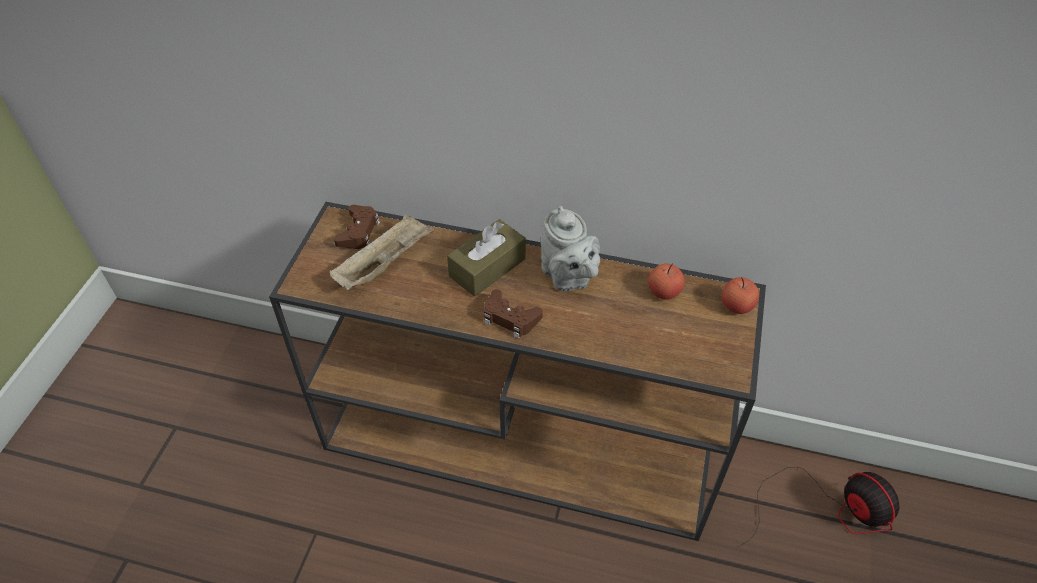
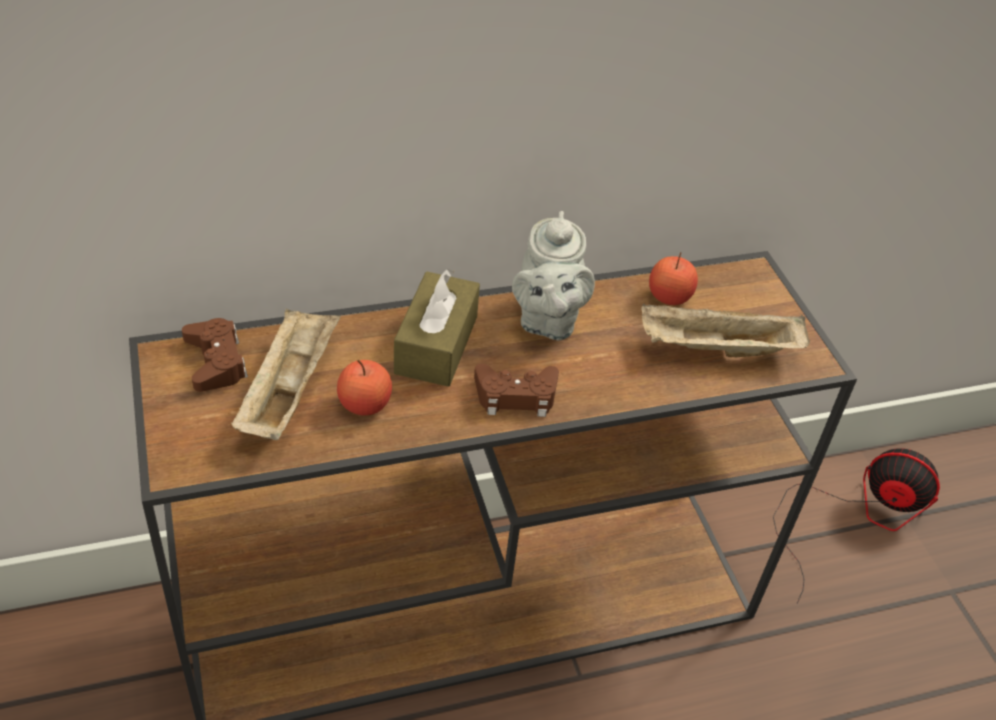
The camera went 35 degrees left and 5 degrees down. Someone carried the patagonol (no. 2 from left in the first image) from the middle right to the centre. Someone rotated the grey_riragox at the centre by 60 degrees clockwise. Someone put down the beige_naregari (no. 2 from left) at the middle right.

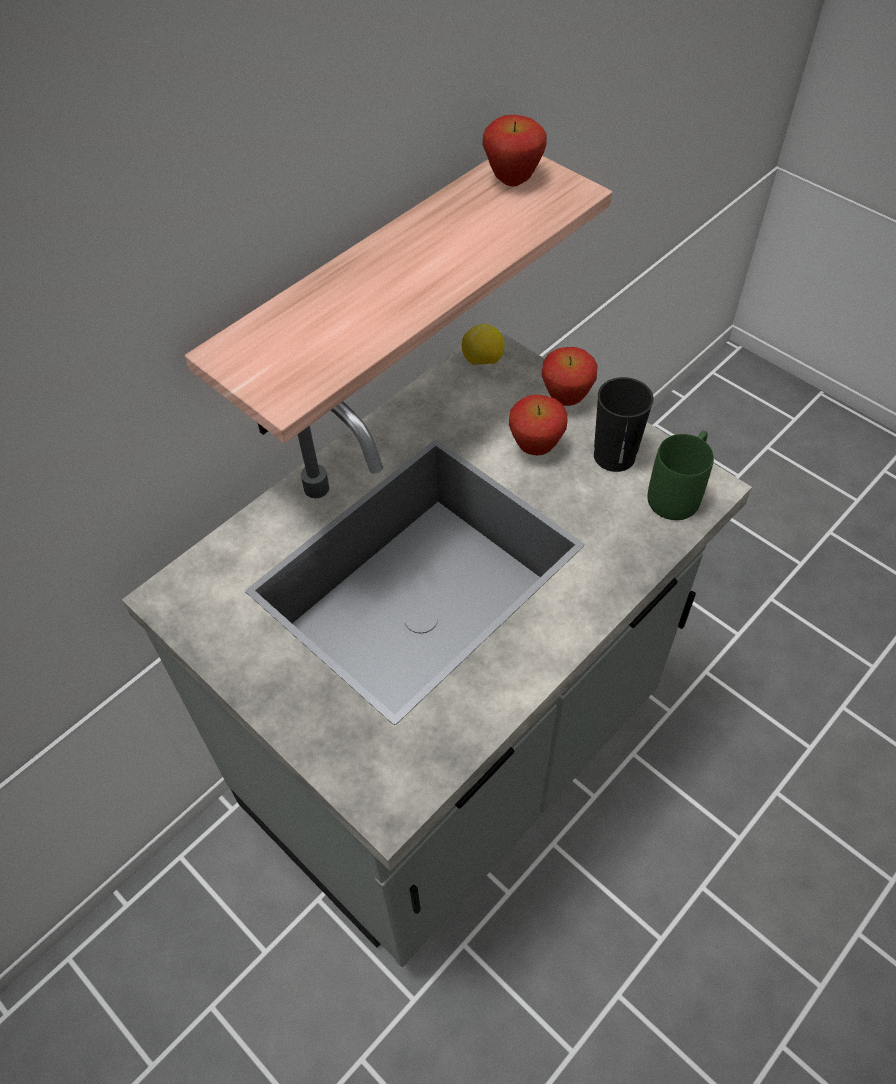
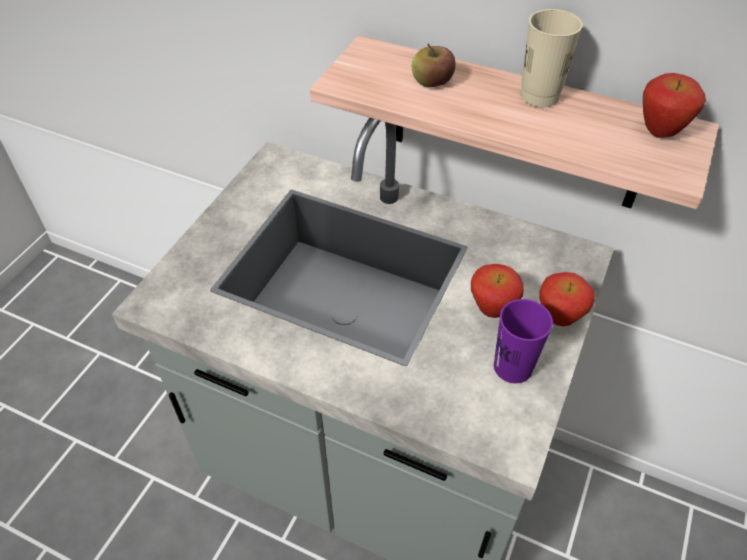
The camera went 70 degrees right and 5 degrees down. Someone put down the patagonol (no. 1 from left) at the top centre. Someone repainted the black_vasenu at the middle right, which became the purple_vasenu at the middle right. Someone put down the beige_vasenu at the top right. Someone took away the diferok at the top centre. Someone took away the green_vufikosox at the middle right.

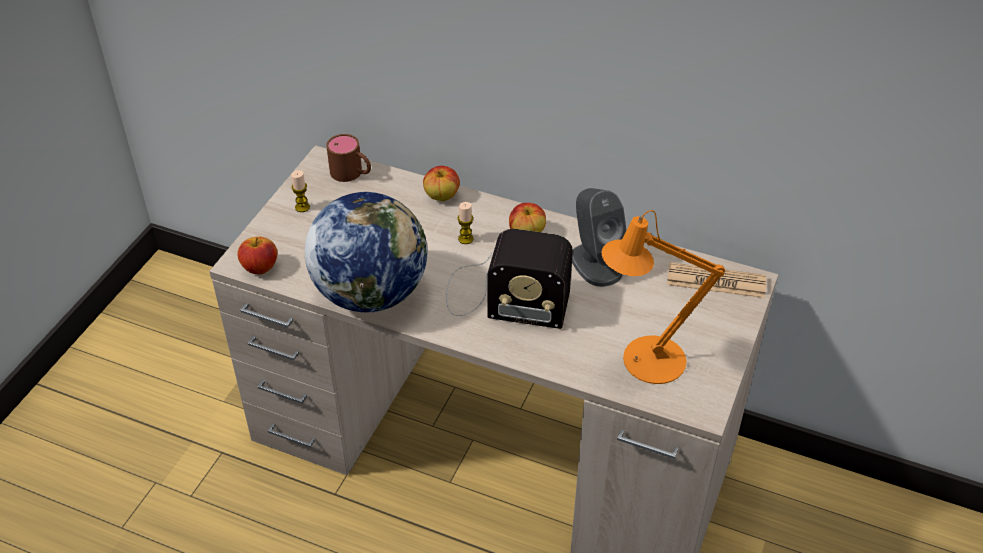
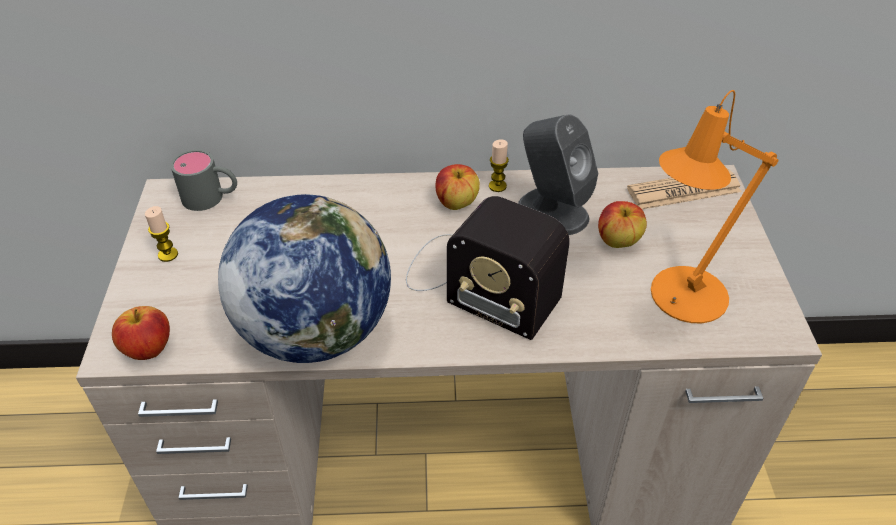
The camera went 25 degrees left and 0 degrees up. Someone repainted the brown_vufikosox at the top centre, which became the grey_vufikosox at the middle left. Someone rotated the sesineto at the centre by 45 degrees clockwise. Someone carried the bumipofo (no. 2 from left) from the centre to the top centre. Someone carried the patagonol (no. 2 from left in the first image) from the top centre to the middle right.

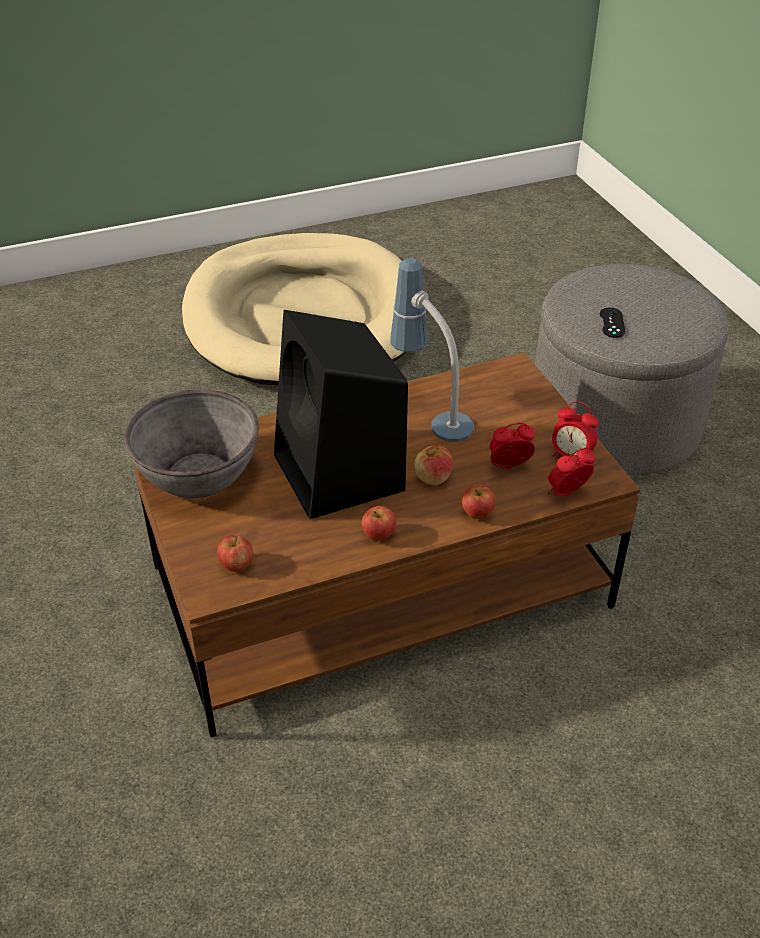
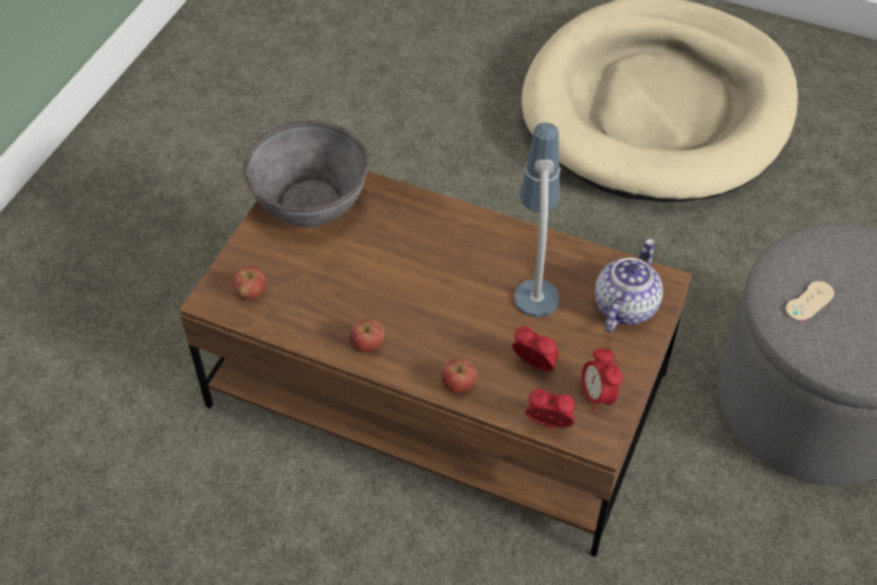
The camera went 45 degrees right and 10 degrees up. Someone put down the riragox at the middle right. Someone repainted the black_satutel at the middle right, which became the beige_satutel at the middle right. Someone took away the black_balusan at the centre. Someone took away the patagonol (no. 3 from left) at the centre.

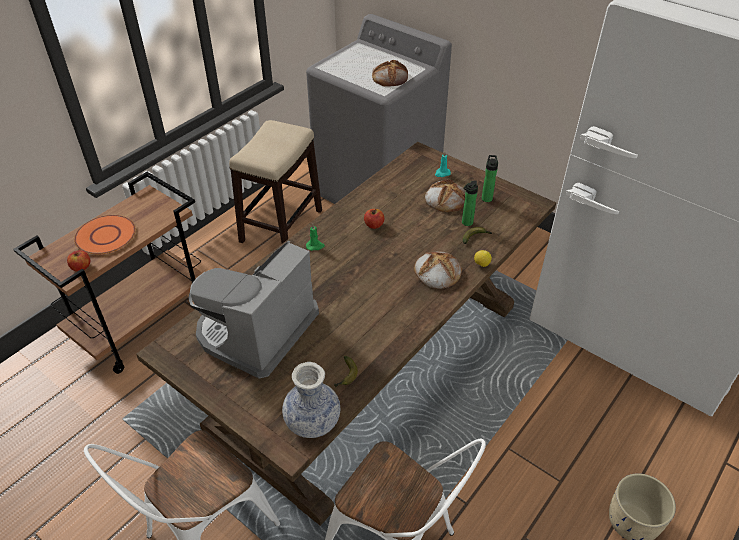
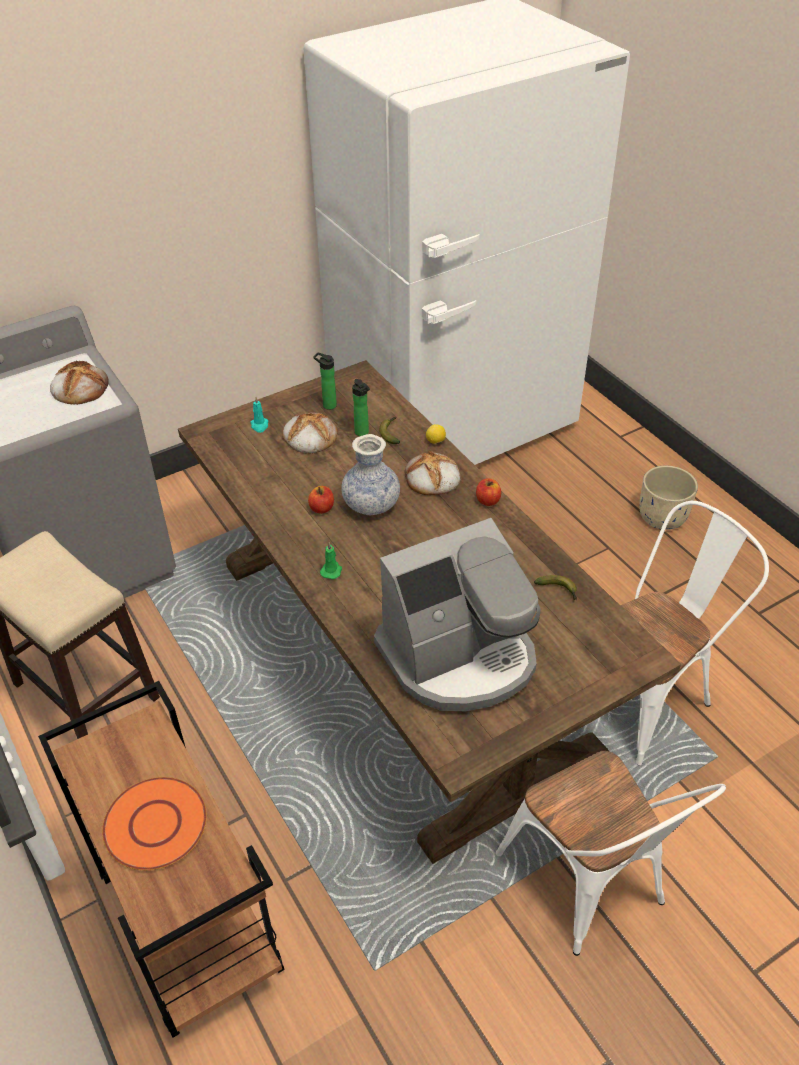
The camera went 70 degrees left and 0 degrees up. Someone carried the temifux from the bottom centre to the centre. Someone rotated the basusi at the centre by 75 degrees counterclockwise. Someone carried the patagonol (no. 1 from left in the first image) from the middle left to the centre.

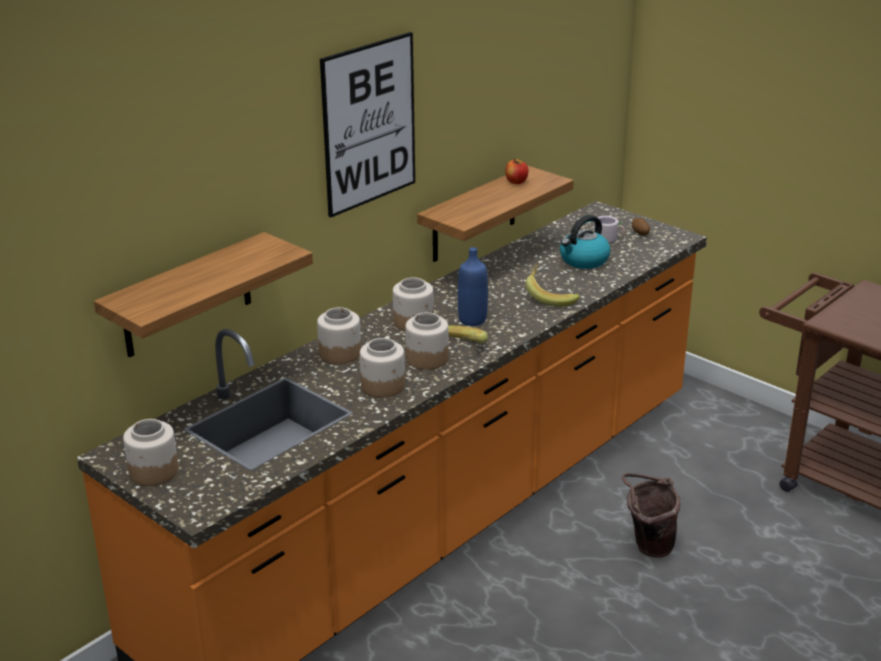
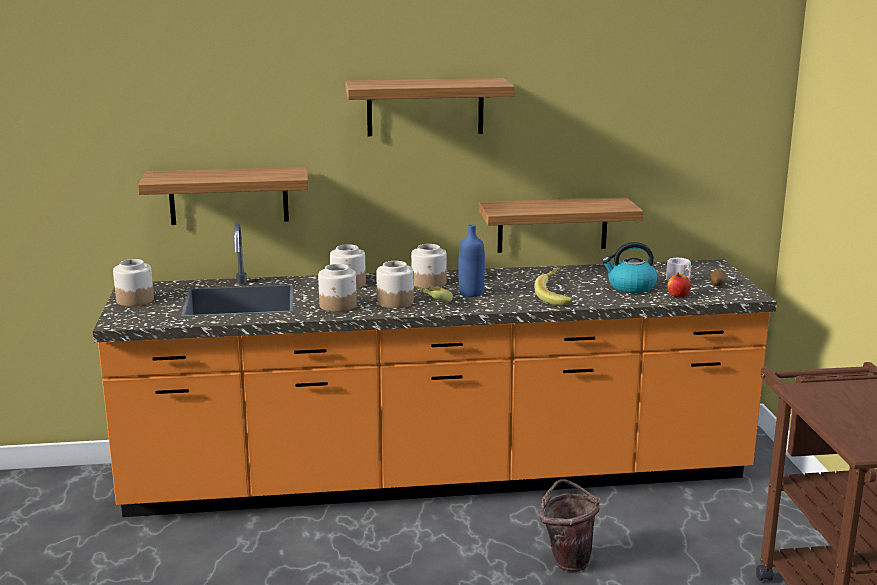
The camera went 40 degrees right and 10 degrees down. Someone swapped the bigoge at the top centre for the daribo (no. 2 from left) at the top centre. Someone carried the patagonol from the top centre to the middle right.

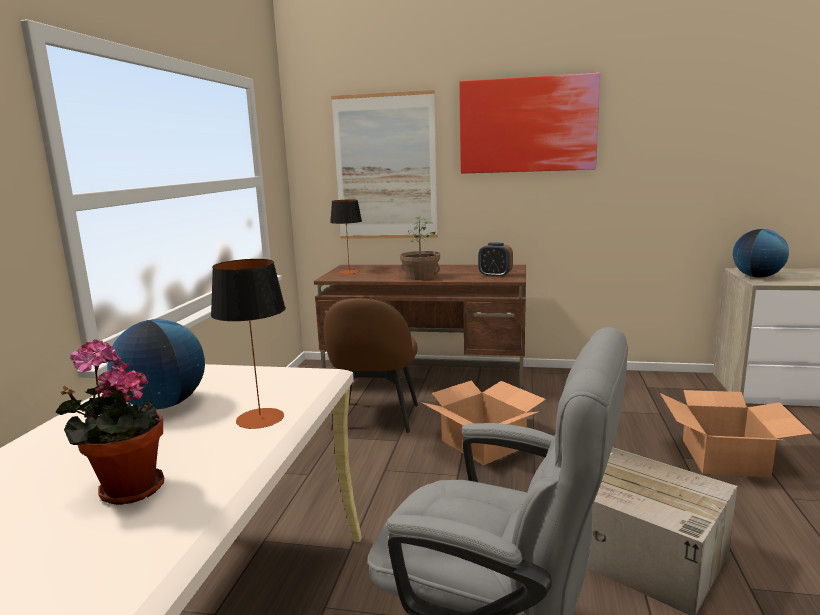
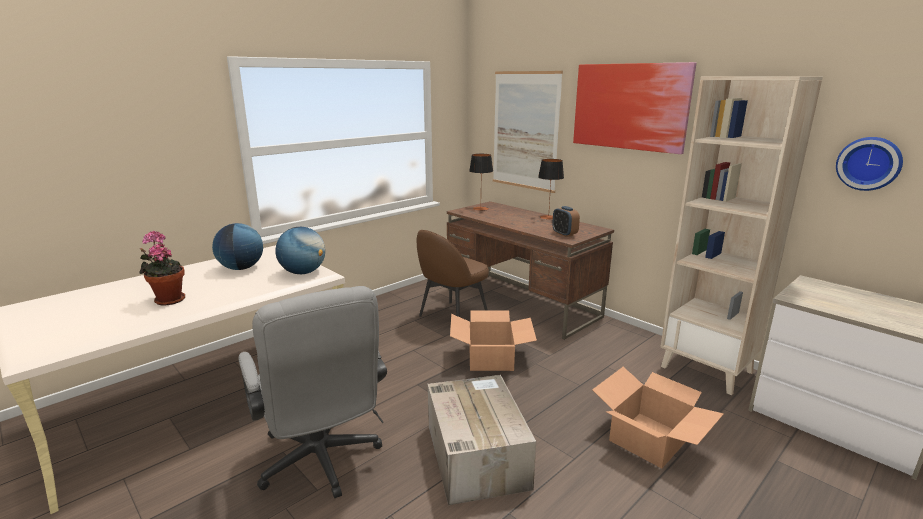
The camera went 35 degrees right and 5 degrees up. Someone carried the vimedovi (no. 2 from left) from the middle right to the middle left. Someone carried the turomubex (no. 1 from left in the first image) from the middle left to the centre. Someone put down the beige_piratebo at the middle right. Someone put up the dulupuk at the top right. Someone took away the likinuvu (no. 2 from left) at the centre.

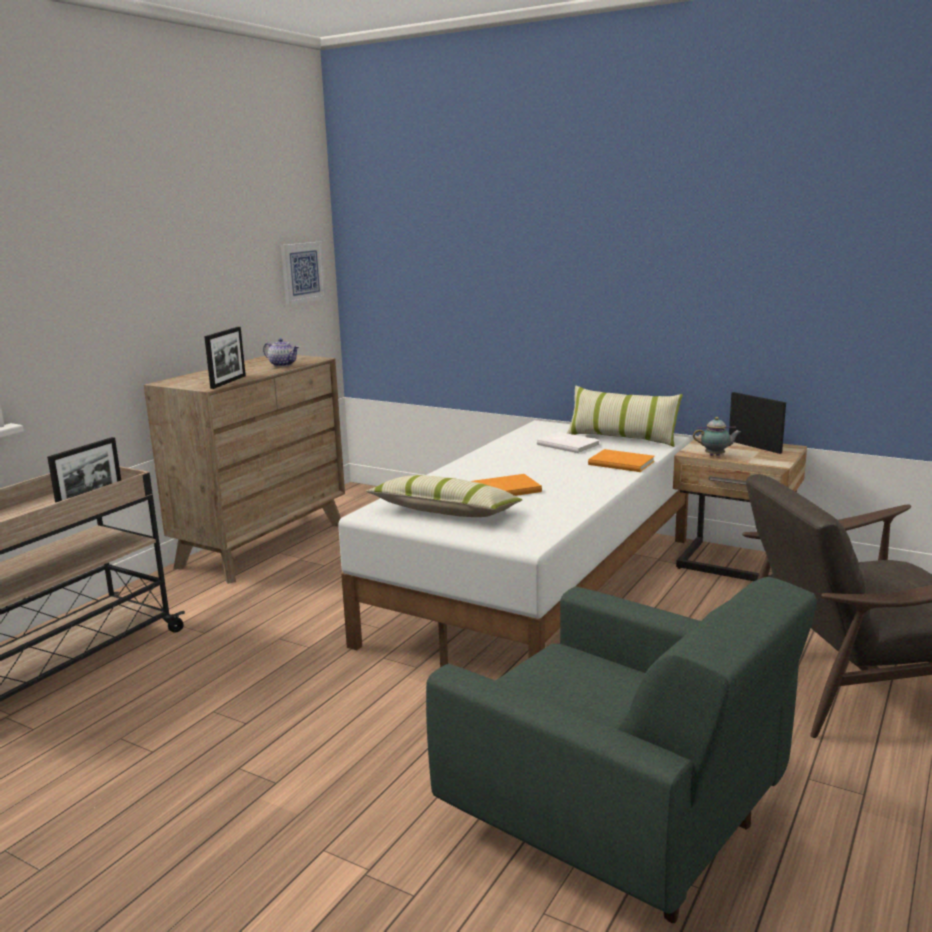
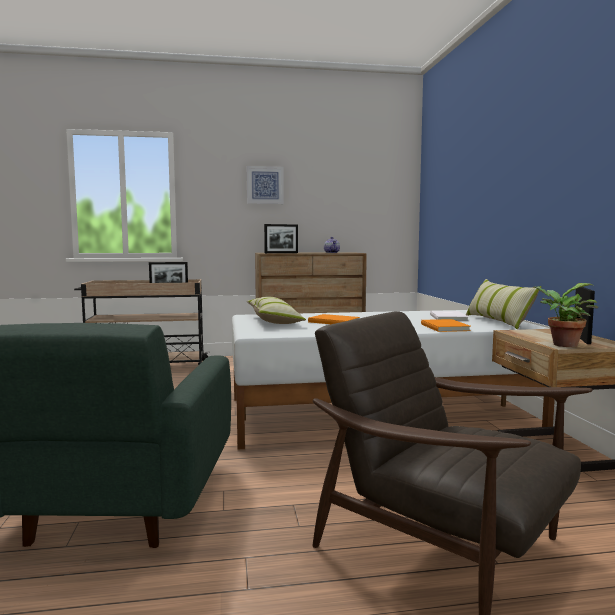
The camera went 50 degrees right and 10 degrees down. Someone carried the bigoge from the top left to the top centre. Someone put down the likinuvu at the middle right. Someone took away the riragox (no. 2 from left) at the middle right.

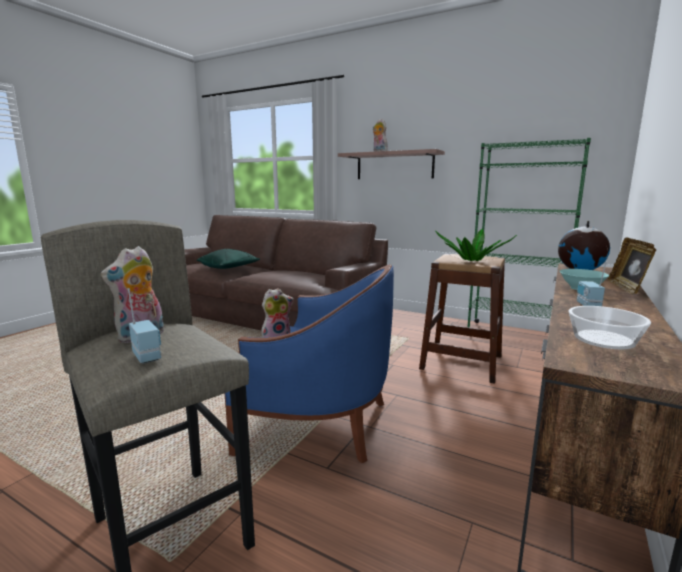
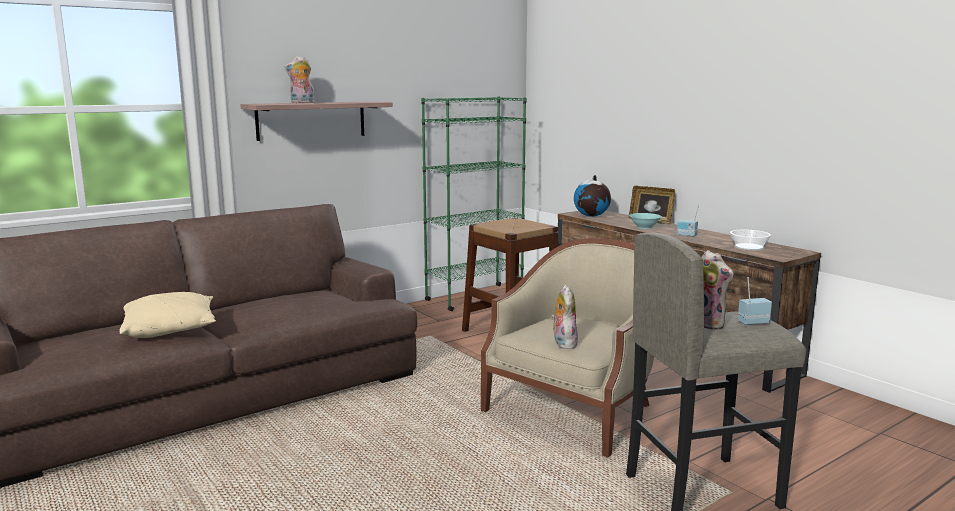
The camera went 65 degrees left and 0 degrees up. Someone repainted the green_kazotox at the centre, which became the beige_kazotox at the middle left. Someone repainted the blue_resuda at the centre, which became the beige_resuda at the bottom centre. Someone took away the likinuvu at the middle right.

